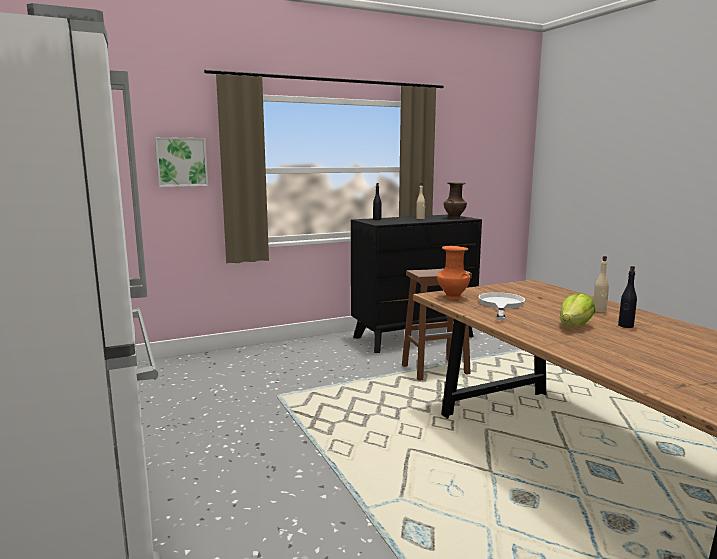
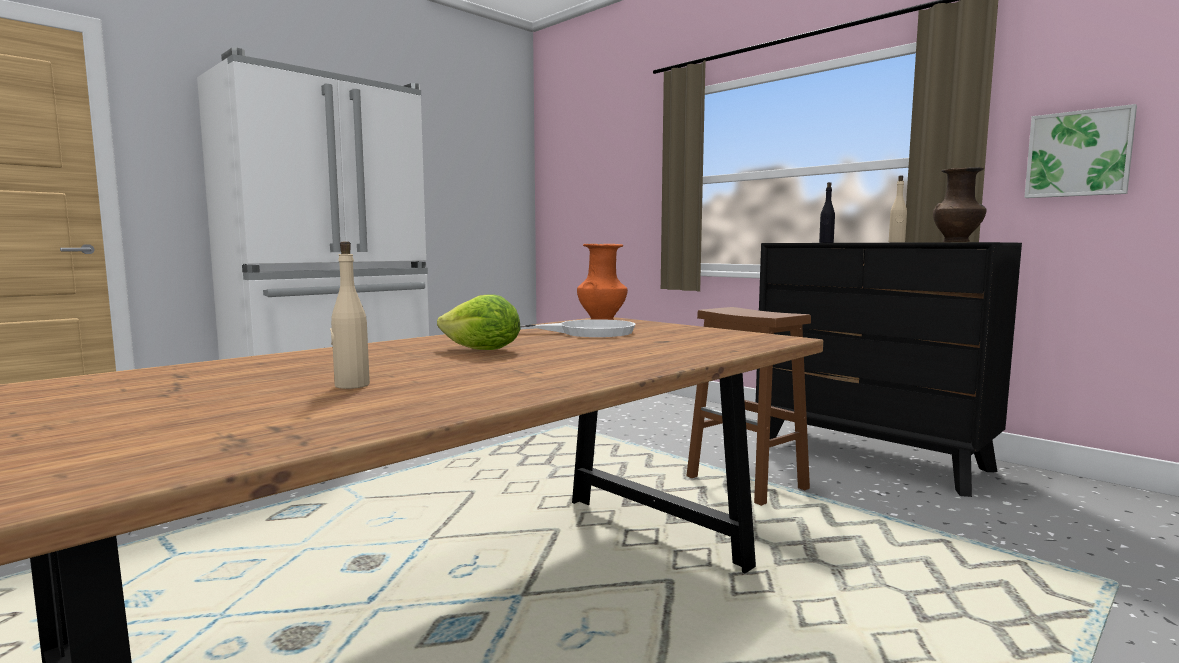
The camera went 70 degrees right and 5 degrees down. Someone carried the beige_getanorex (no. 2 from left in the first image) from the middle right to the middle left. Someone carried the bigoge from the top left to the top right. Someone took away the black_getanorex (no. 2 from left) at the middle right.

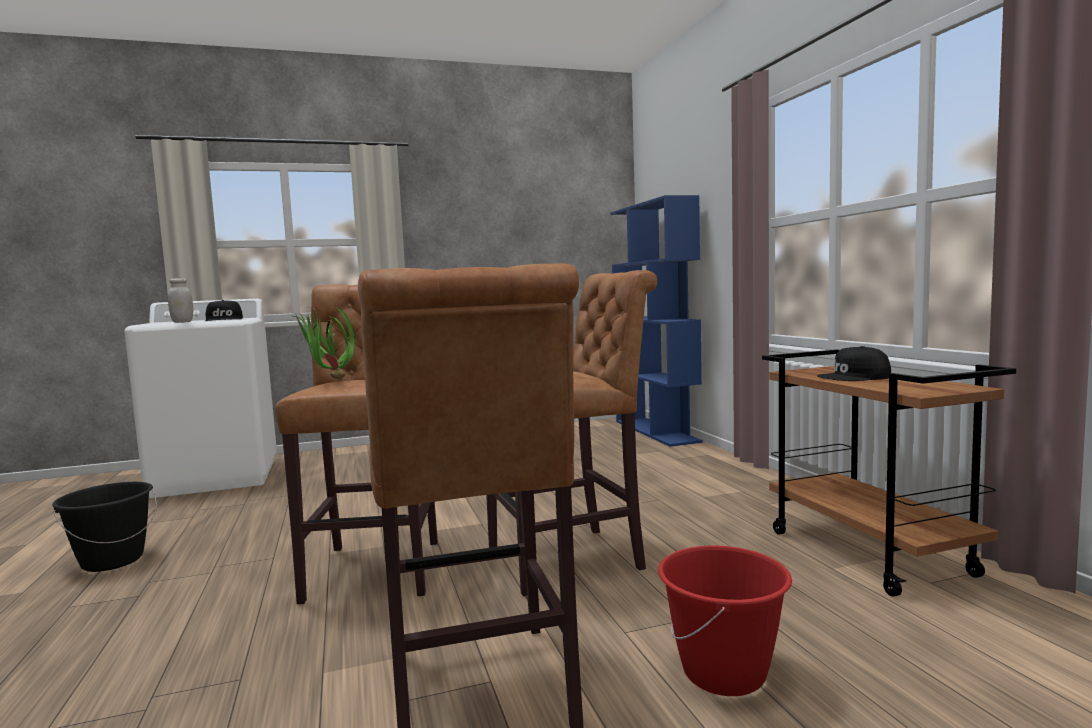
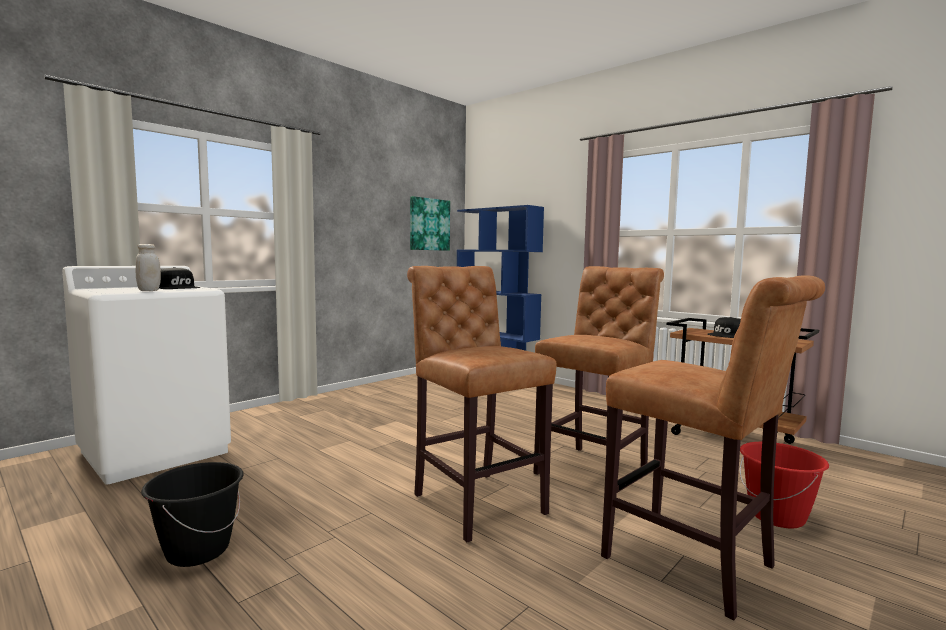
The camera went 30 degrees left and 0 degrees up. Someone put up the bigoge at the centre. Someone took away the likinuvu at the middle left.

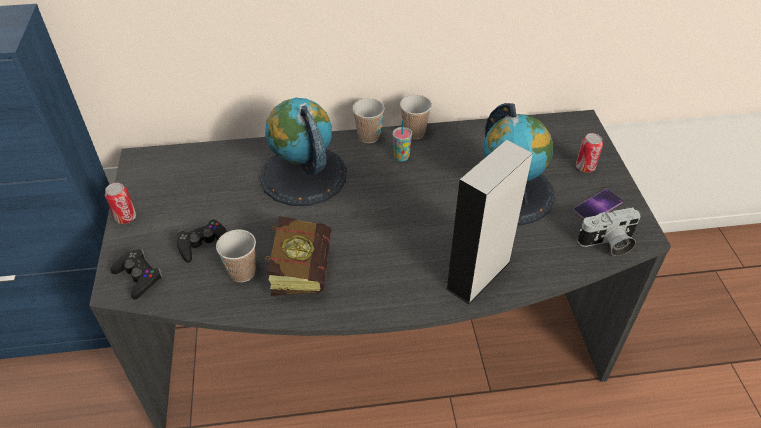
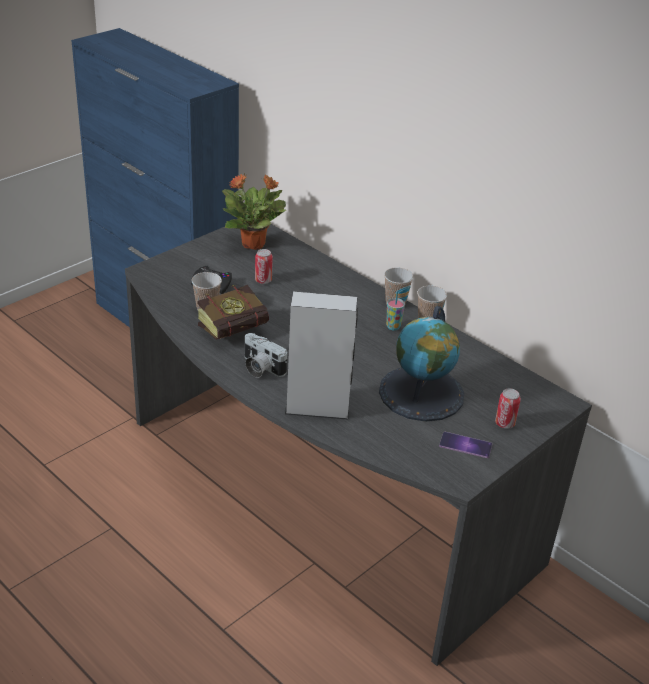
The camera went 50 degrees right and 10 degrees down. Someone put down the likinuvu at the top centre. Someone carried the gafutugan from the middle right to the centre. Someone carried the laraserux (no. 1 from left) from the middle left to the centre. Someone took away the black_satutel (no. 1 from left) at the middle left. Someone took away the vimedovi (no. 1 from left) at the centre.

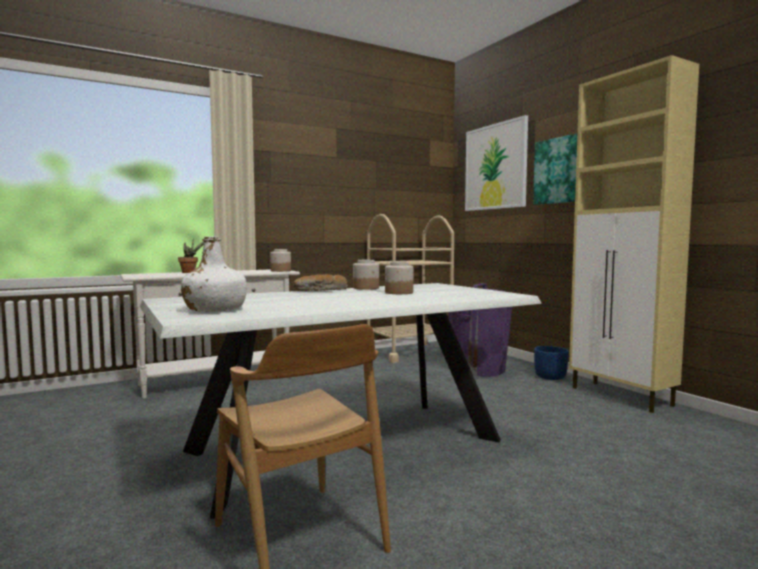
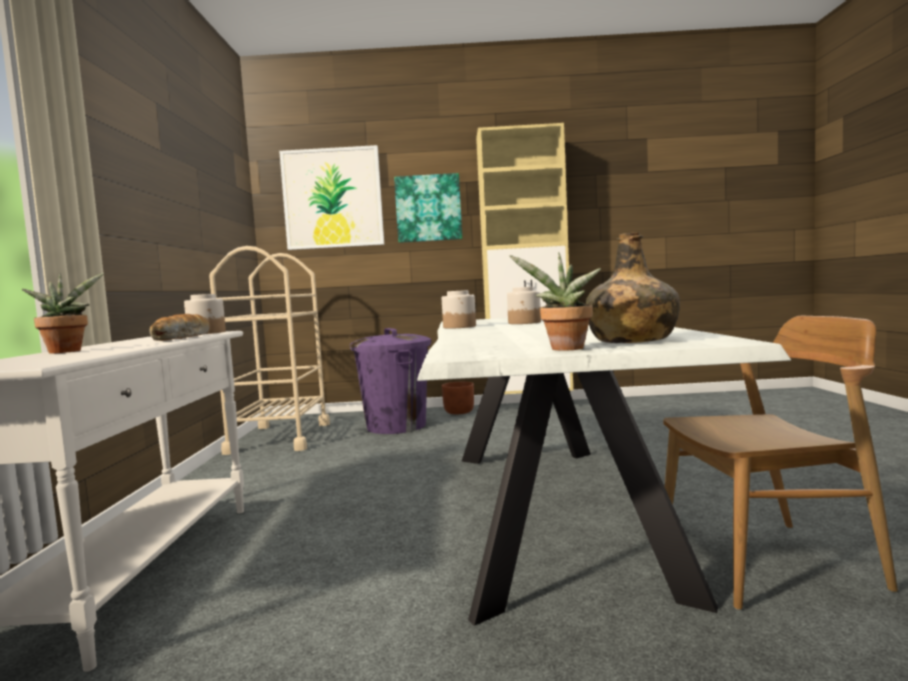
The camera went 60 degrees left and 0 degrees up. Someone carried the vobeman from the centre to the middle left. Someone repainted the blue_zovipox at the middle right, which became the brown_zovipox at the centre. Someone put down the likinuvu (no. 2 from left) at the centre. Someone repainted the white_getanorex at the middle left, which became the green_getanorex at the middle right.

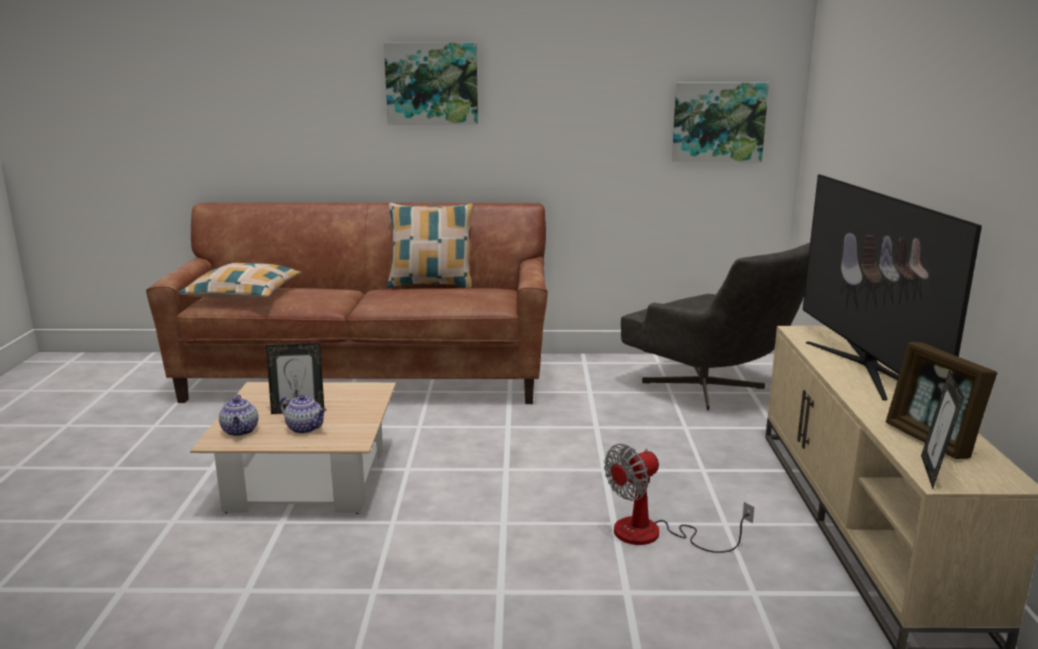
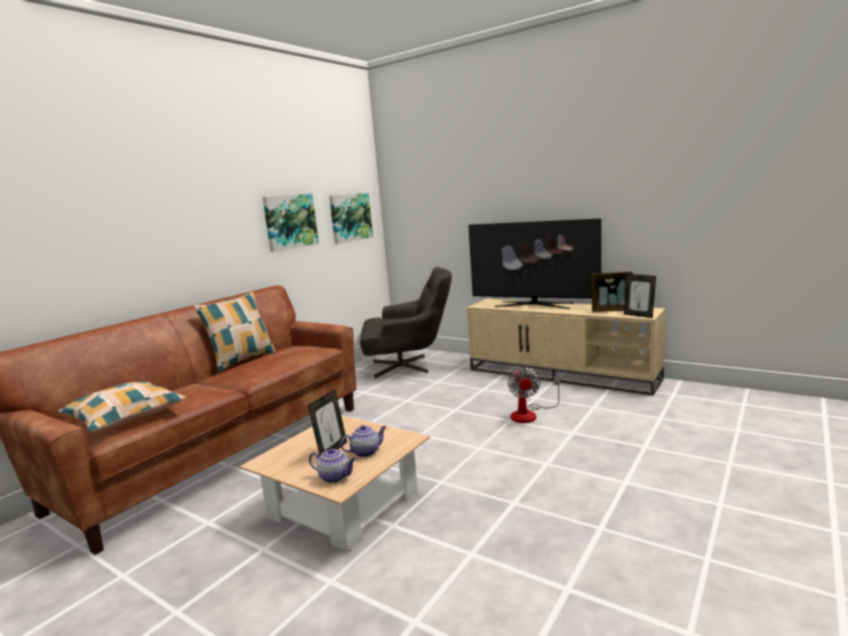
The camera went 55 degrees left and 5 degrees down. Someone carried the bigoge (no. 1 from left) from the top centre to the centre.

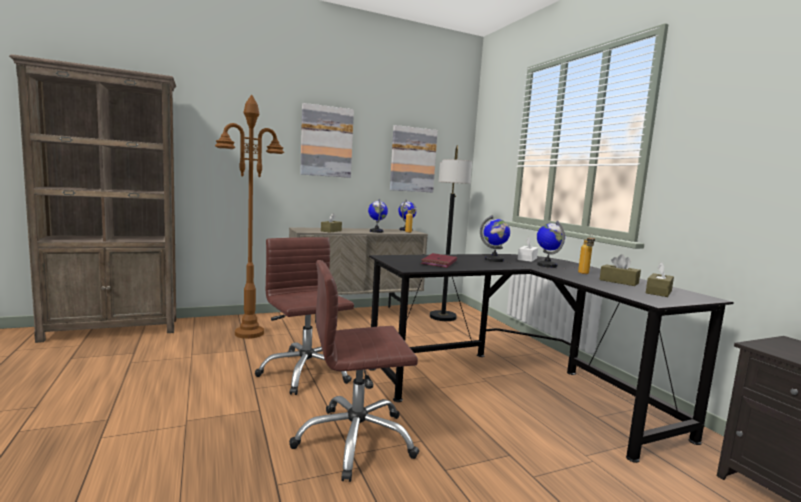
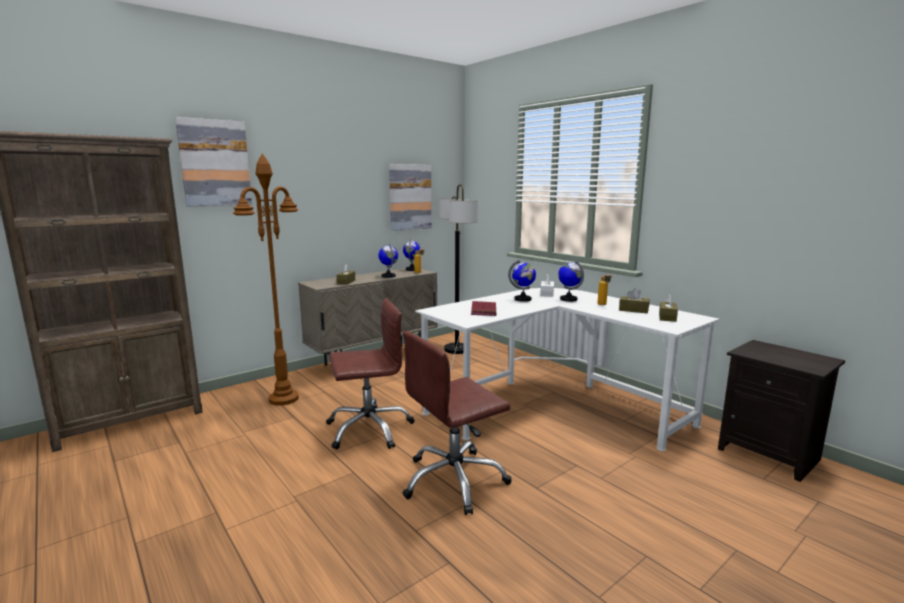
The camera went 15 degrees left and 5 degrees up. Someone carried the bigoge (no. 1 from left) from the top centre to the top left. Someone rotated the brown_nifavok (no. 1 from left) at the centre by 120 degrees clockwise. Someone repainted the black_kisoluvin at the bottom right, which became the white_kisoluvin at the centre.

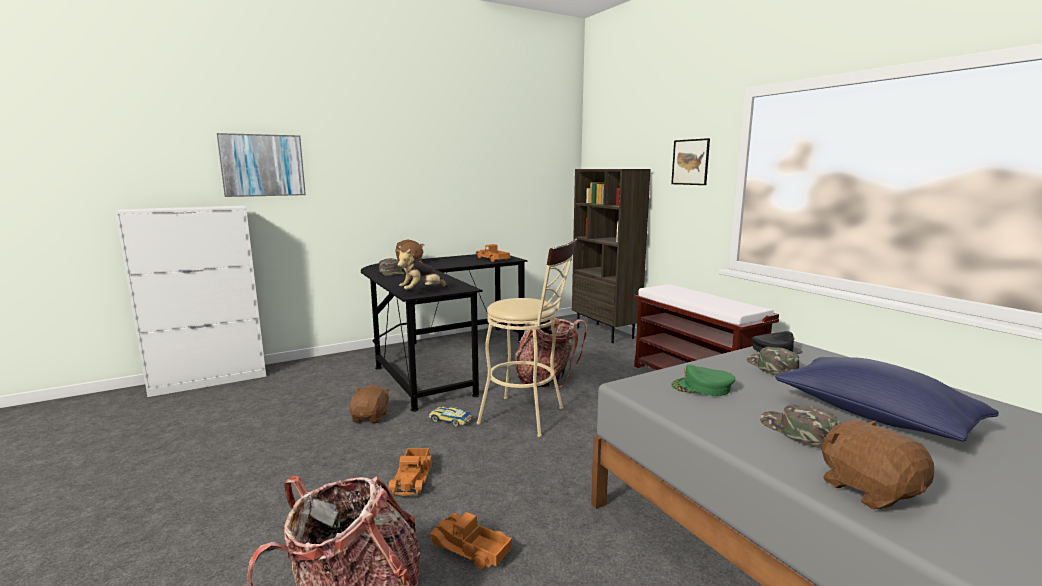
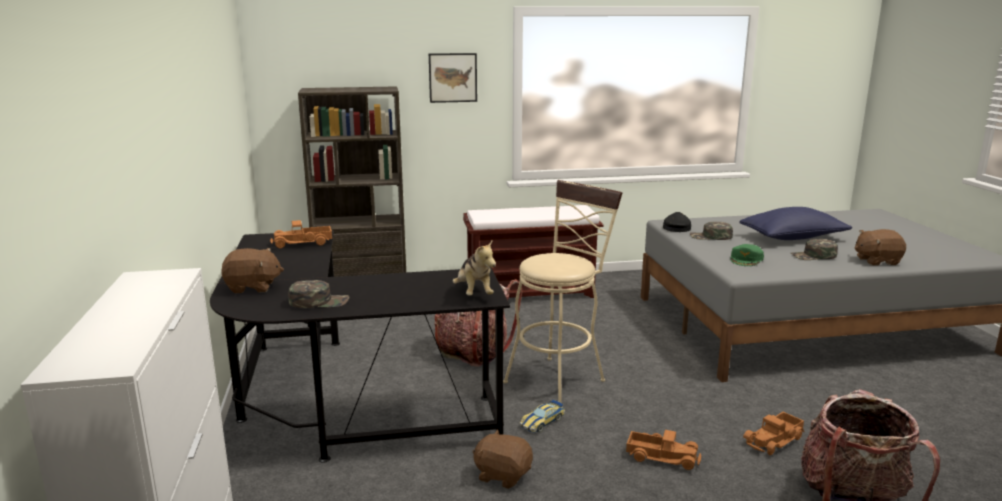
The camera went 70 degrees left and 5 degrees up. Someone took away the bigoge (no. 1 from left) at the top left.

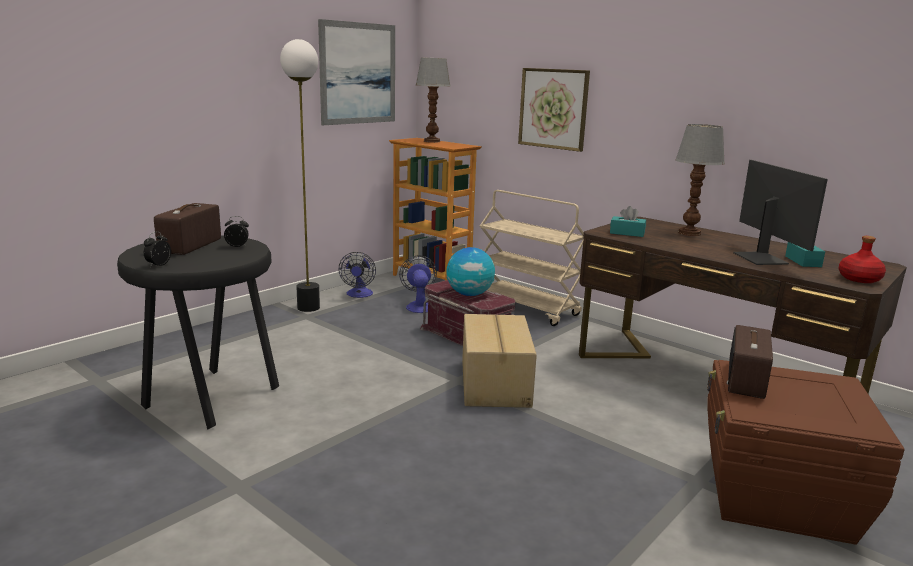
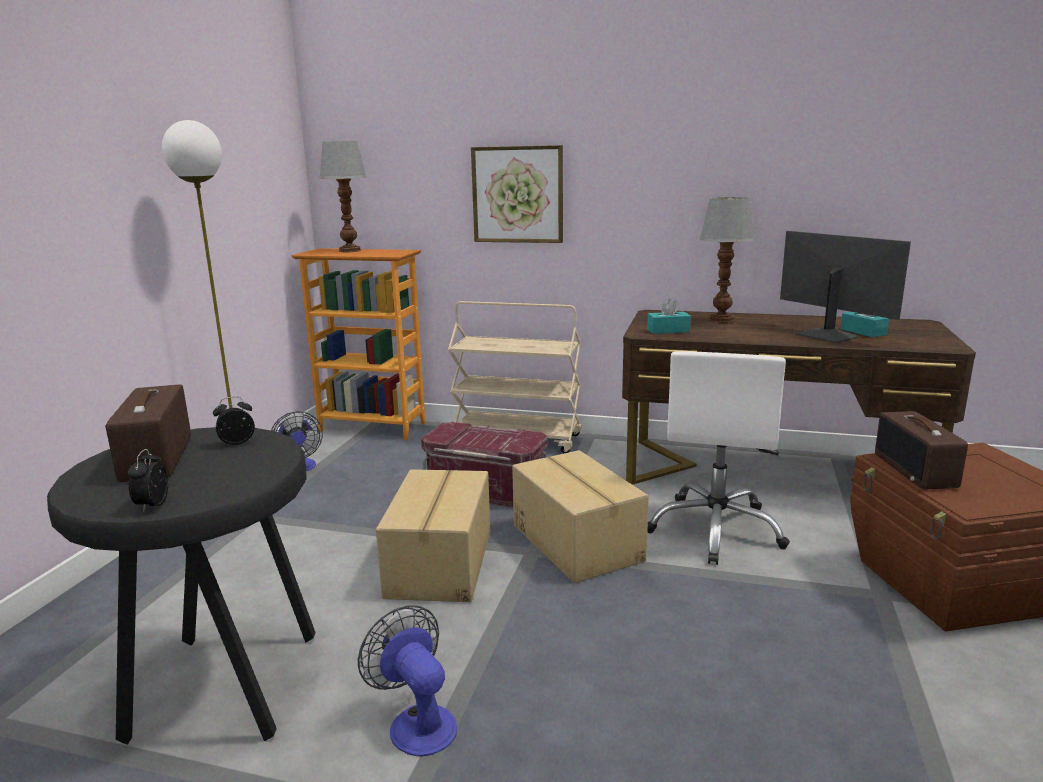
The camera went 25 degrees left and 0 degrees up. Someone carried the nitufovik (no. 2 from left) from the centre to the bottom centre. Someone put down the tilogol (no. 1 from left) at the bottom centre. Someone put down the white_nifavok at the middle right. Someone took away the bigoge (no. 1 from left) at the top centre. Someone took away the vimedovi at the centre. Someone took away the red_getanorex at the middle right.

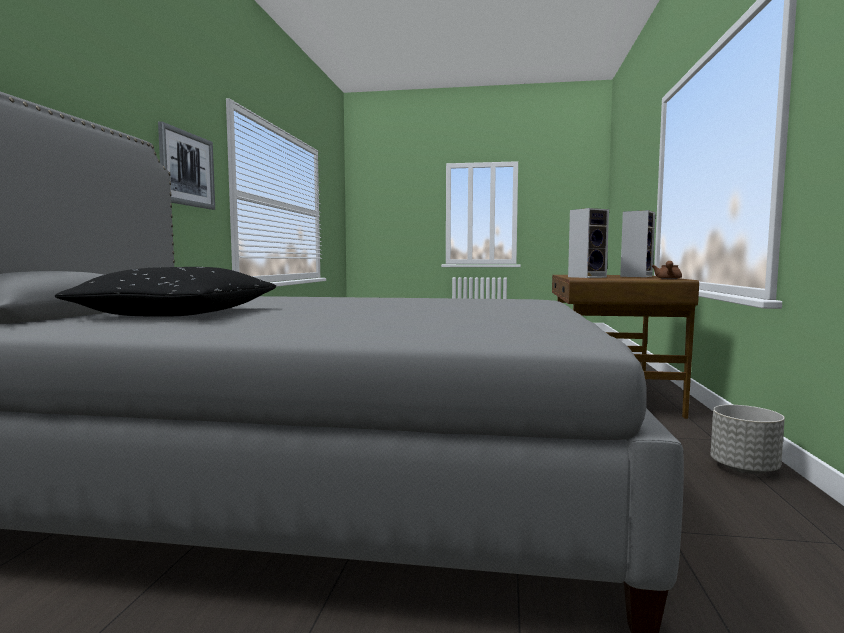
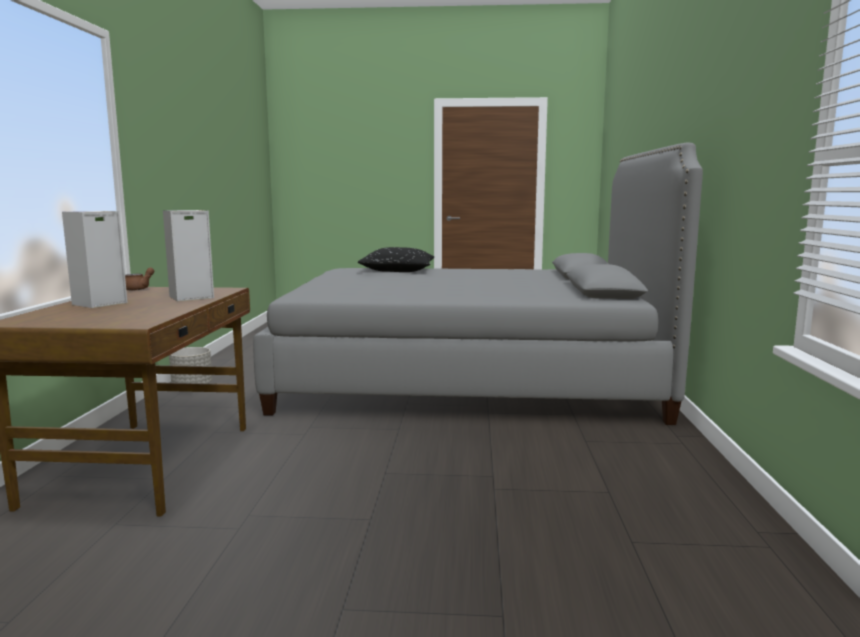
The camera went 175 degrees right and 5 degrees up. Someone carried the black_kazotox from the middle left to the centre. Someone took away the bigoge at the top left.

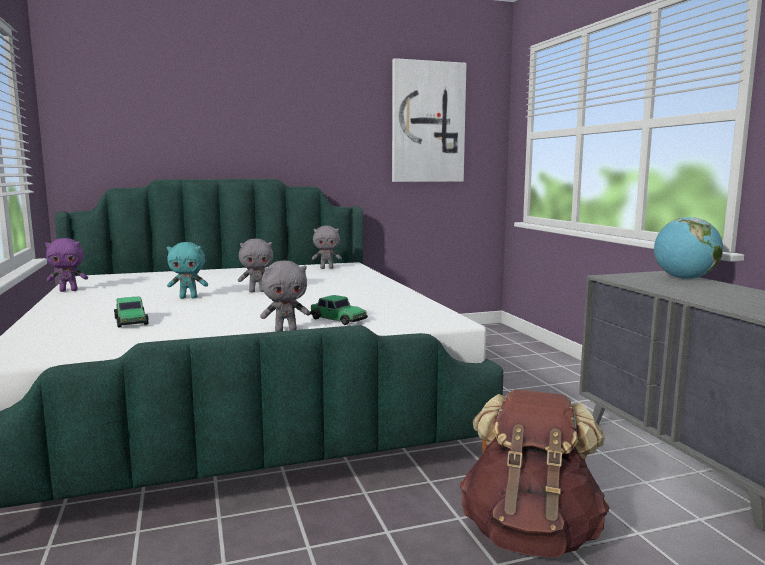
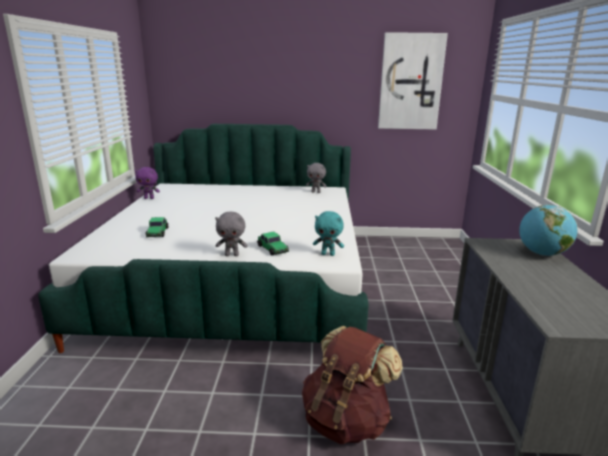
The camera went 20 degrees right and 10 degrees up. Someone carried the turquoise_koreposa from the middle left to the centre. Someone took away the grey_koreposa (no. 1 from left) at the centre.

